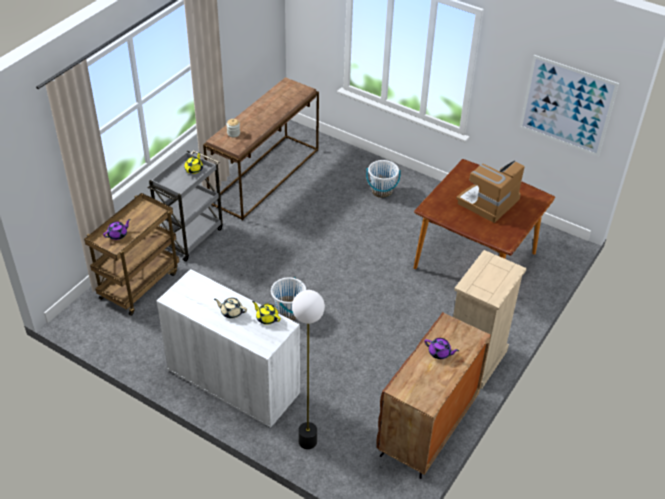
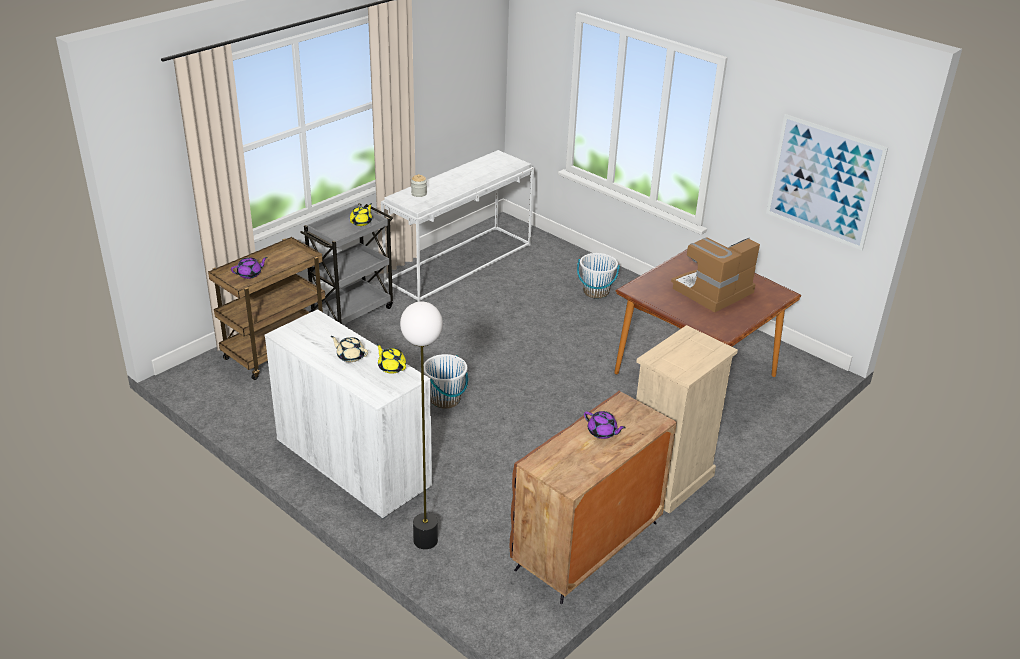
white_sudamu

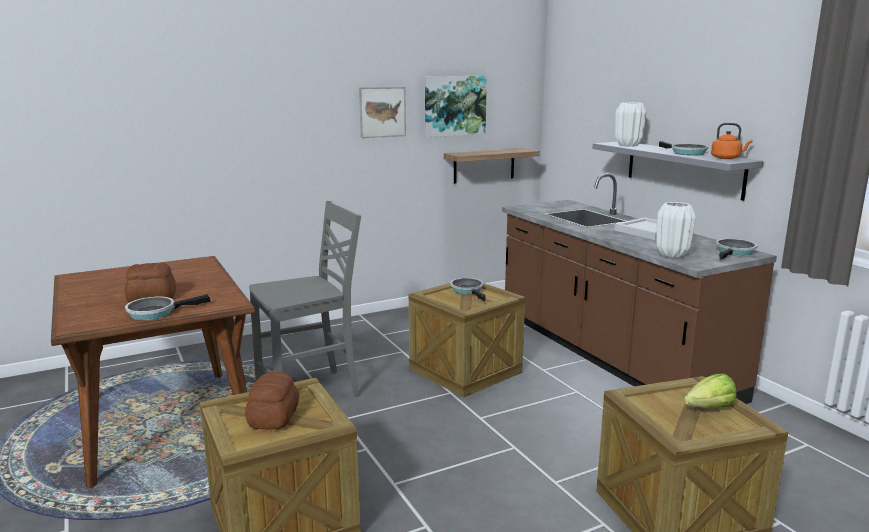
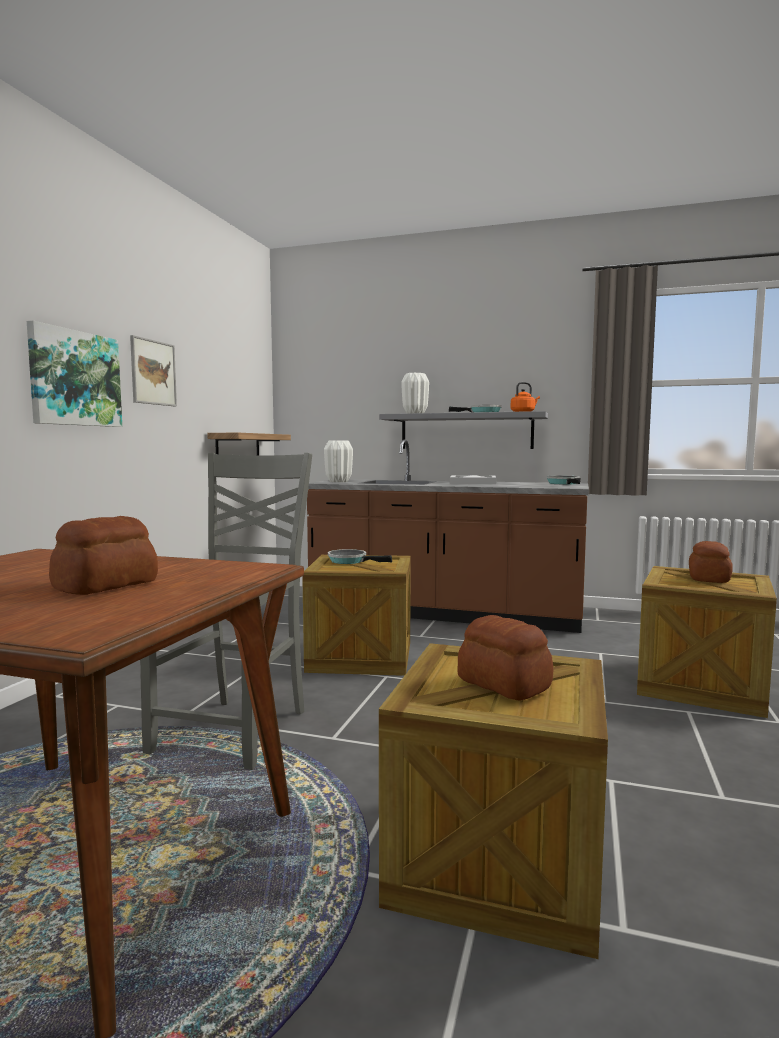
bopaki (no. 1 from left); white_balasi (no. 1 from left); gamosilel (no. 1 from left in the first image); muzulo (no. 3 from left)

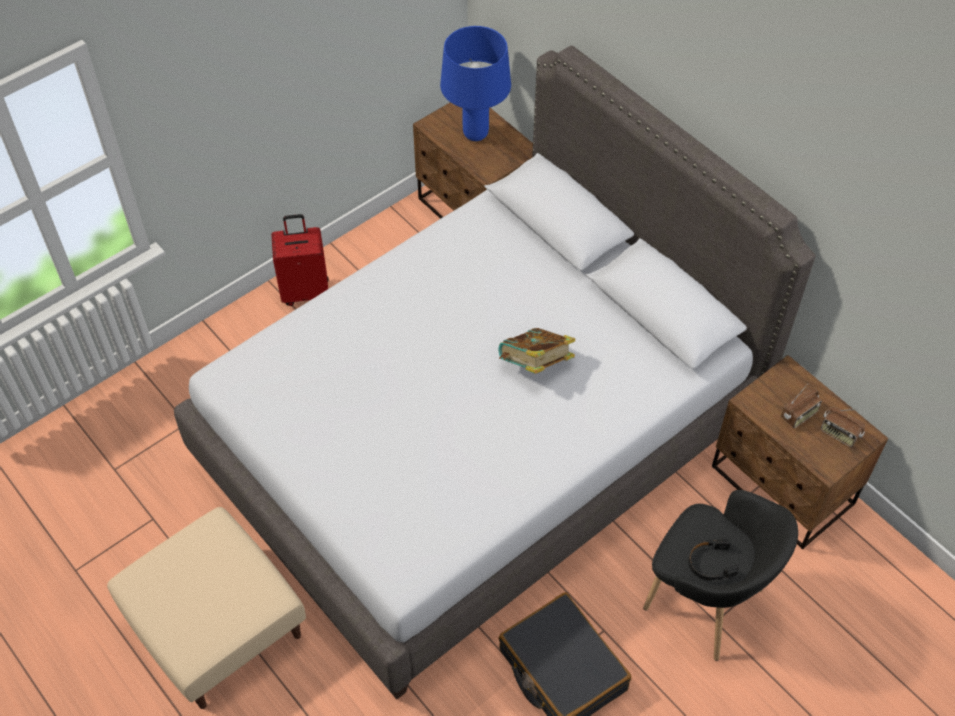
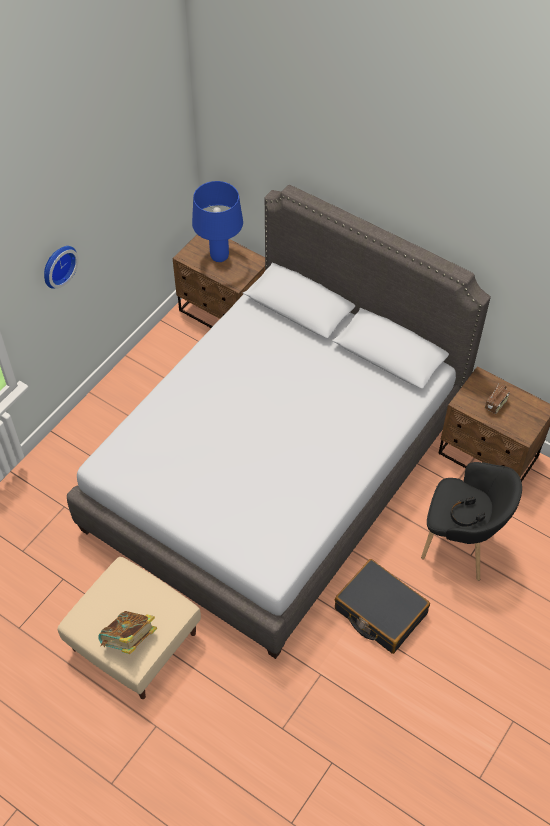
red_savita; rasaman; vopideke (no. 2 from left in the first image); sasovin

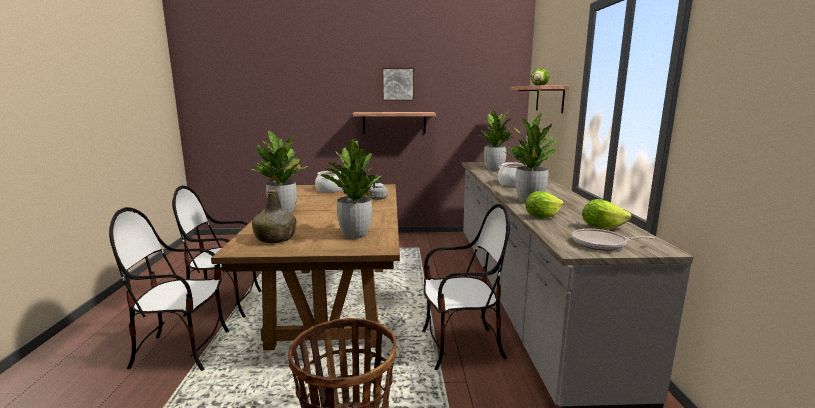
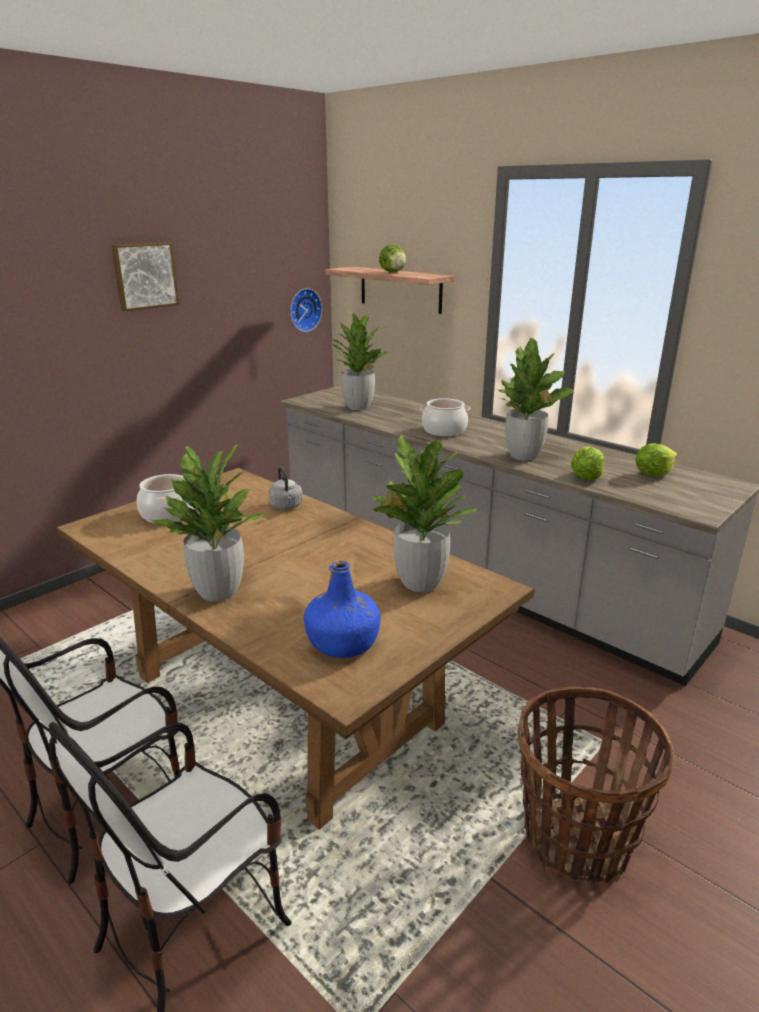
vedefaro (no. 1 from left in the first image); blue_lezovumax; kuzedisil (no. 3 from left in the first image); gamosilel; sasovin

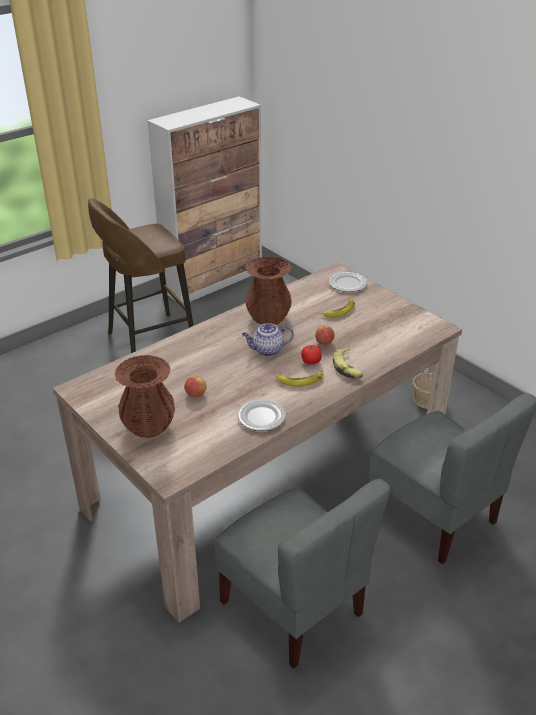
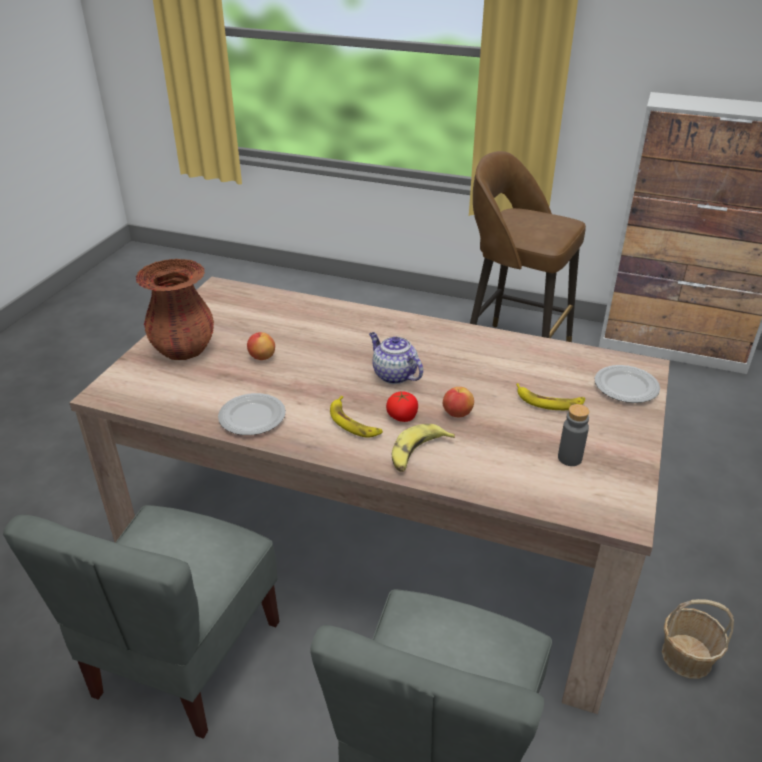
brown_balasi (no. 2 from left in the first image); grey_lezovumax

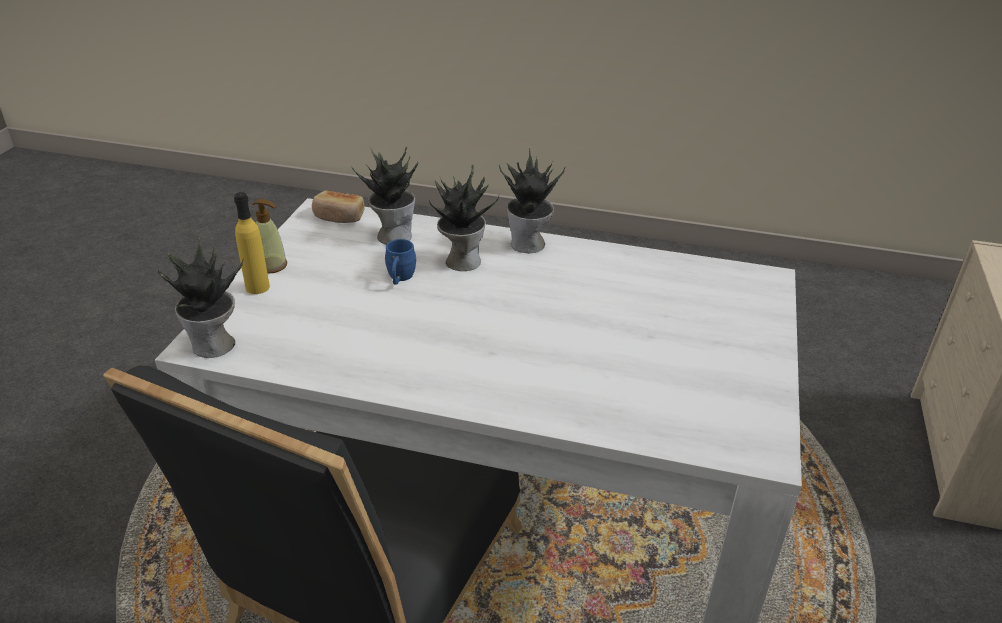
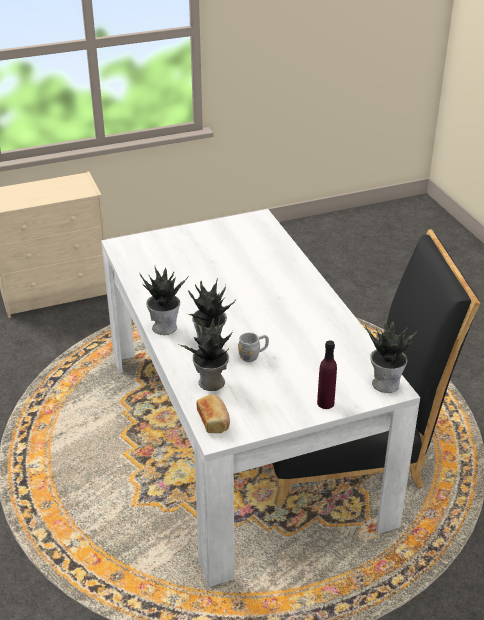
purple_lezovumax; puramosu; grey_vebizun

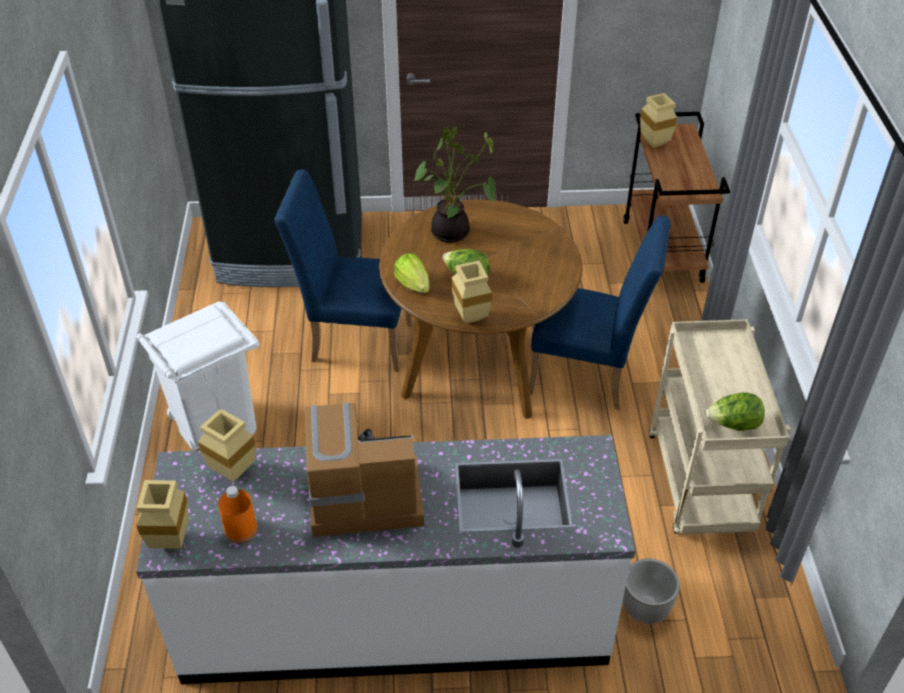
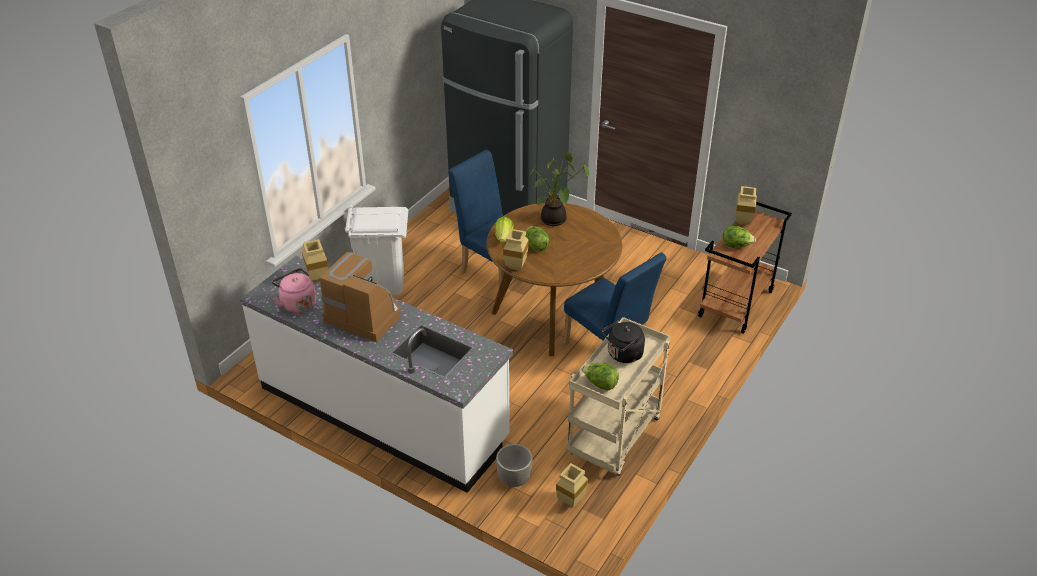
beige_balasi (no. 3 from left); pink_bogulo; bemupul (no. 4 from left); black_bogulo

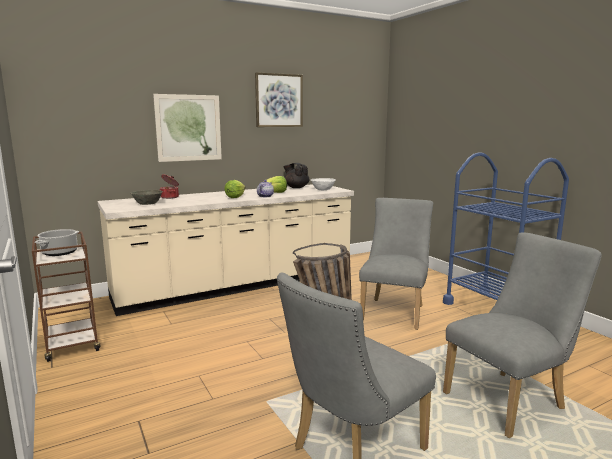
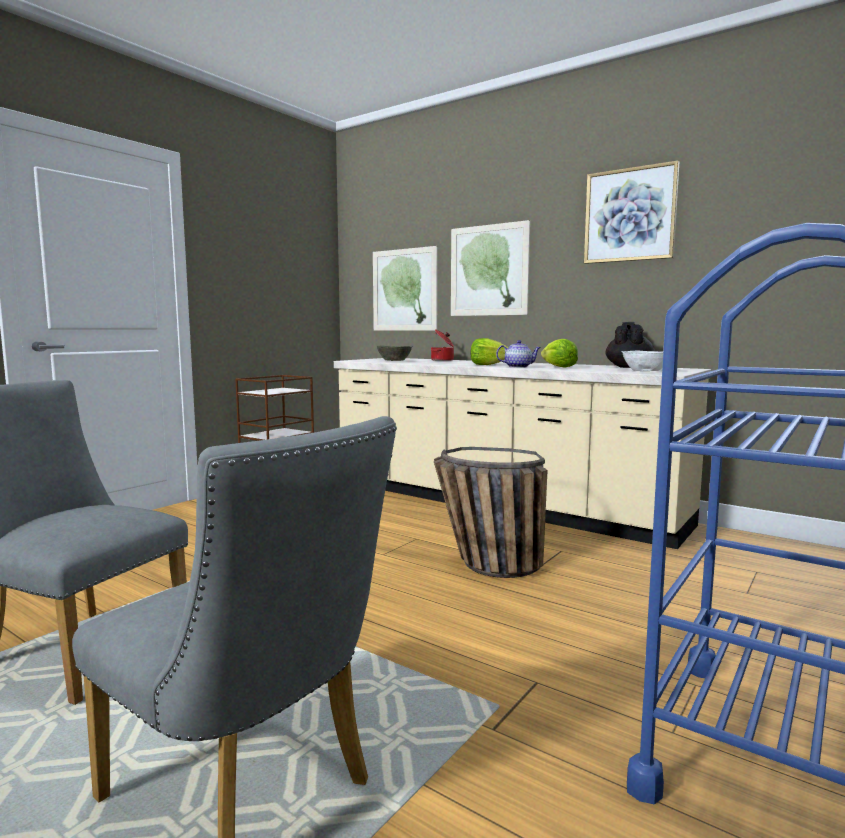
grey_kuzedisil (no. 2 from left in the first image); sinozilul (no. 1 from left in the first image); bopaki (no. 1 from left)

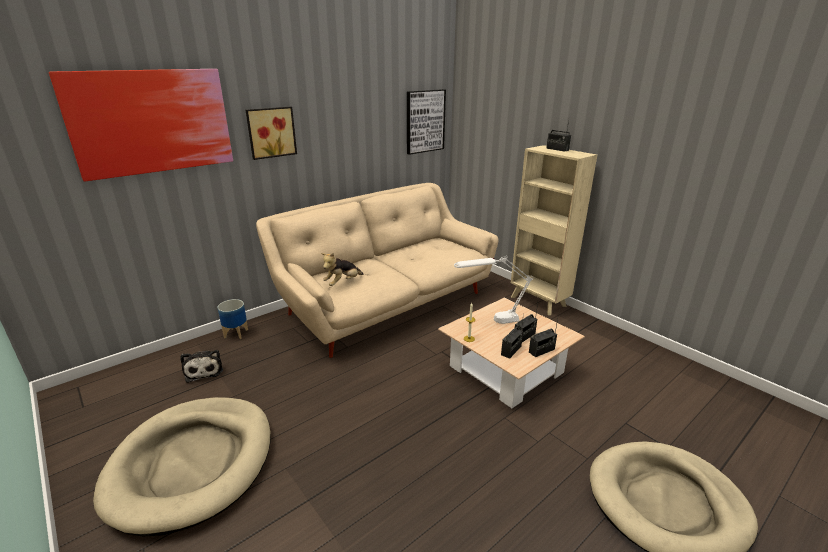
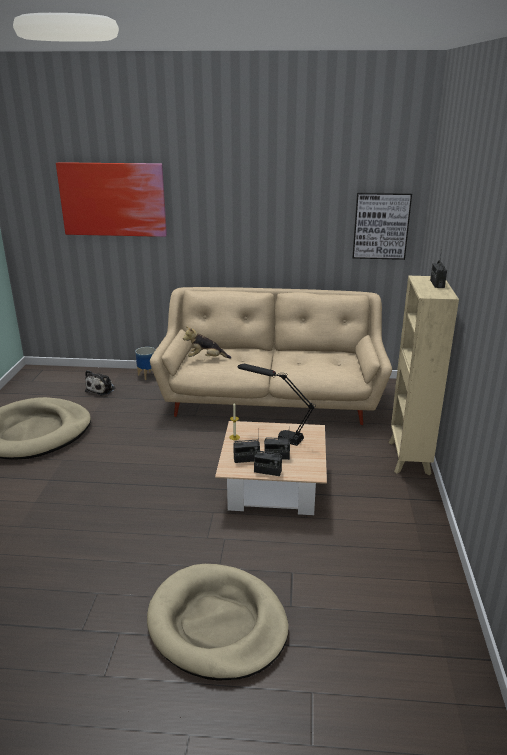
bopaki (no. 2 from left in the first image); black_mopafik

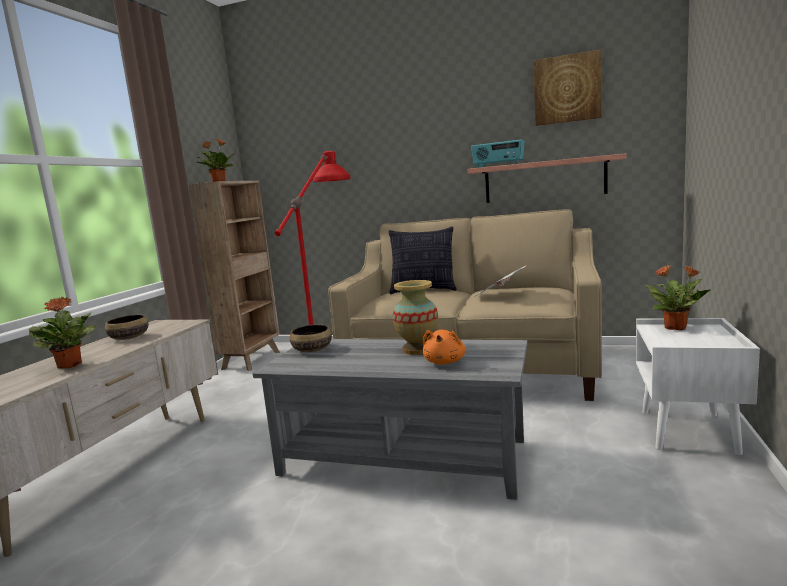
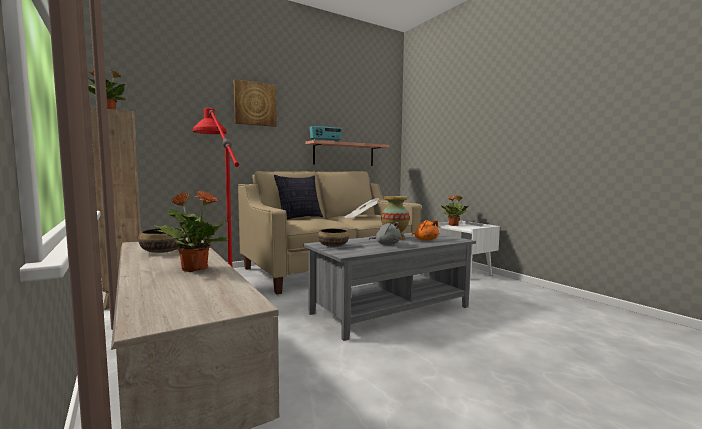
bopaki; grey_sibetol

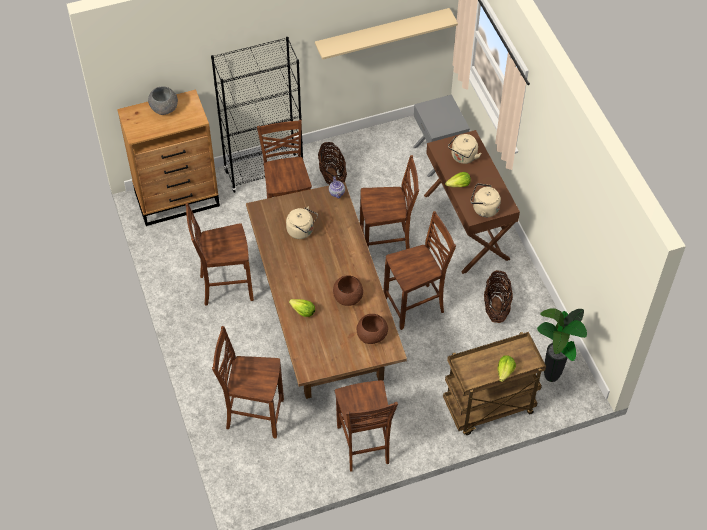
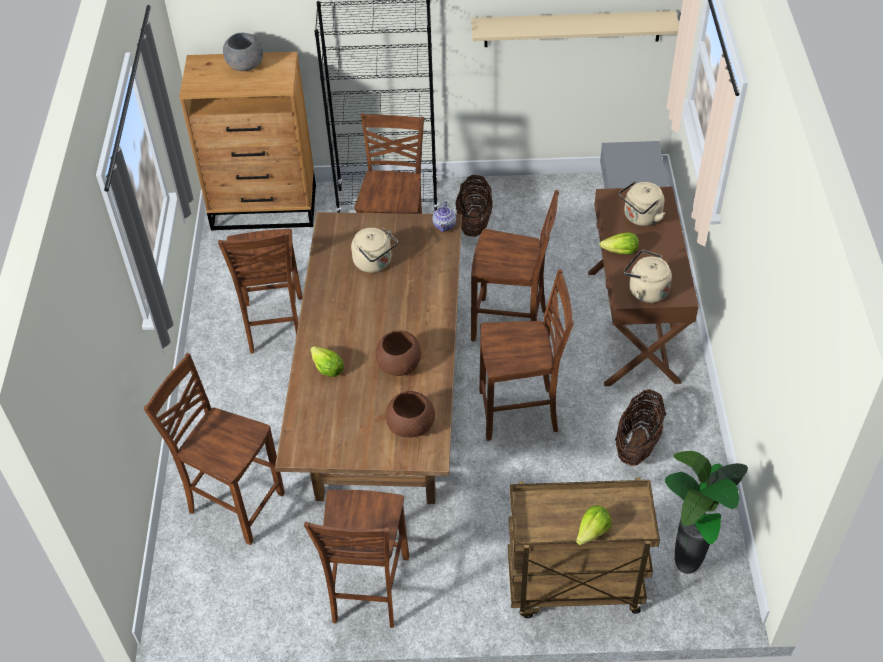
brown_kuzedisil (no. 2 from left)

